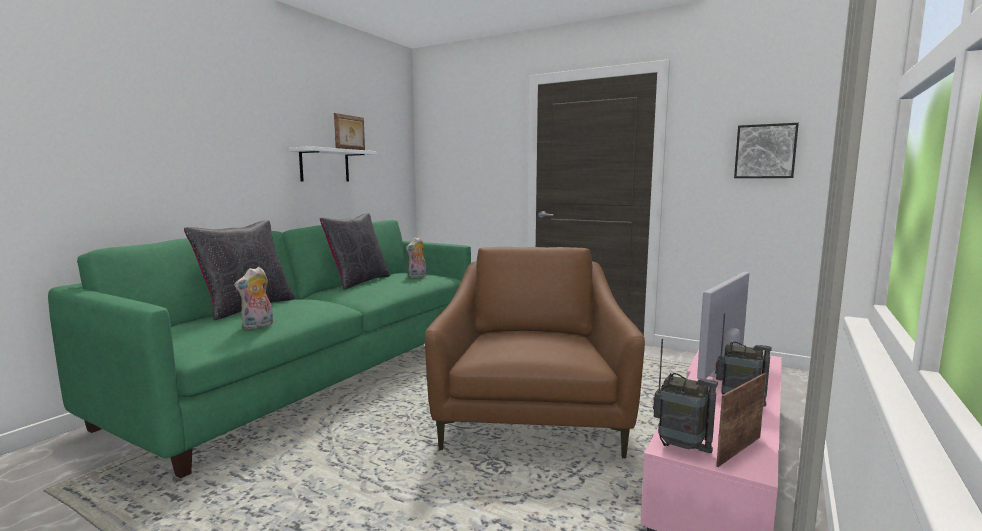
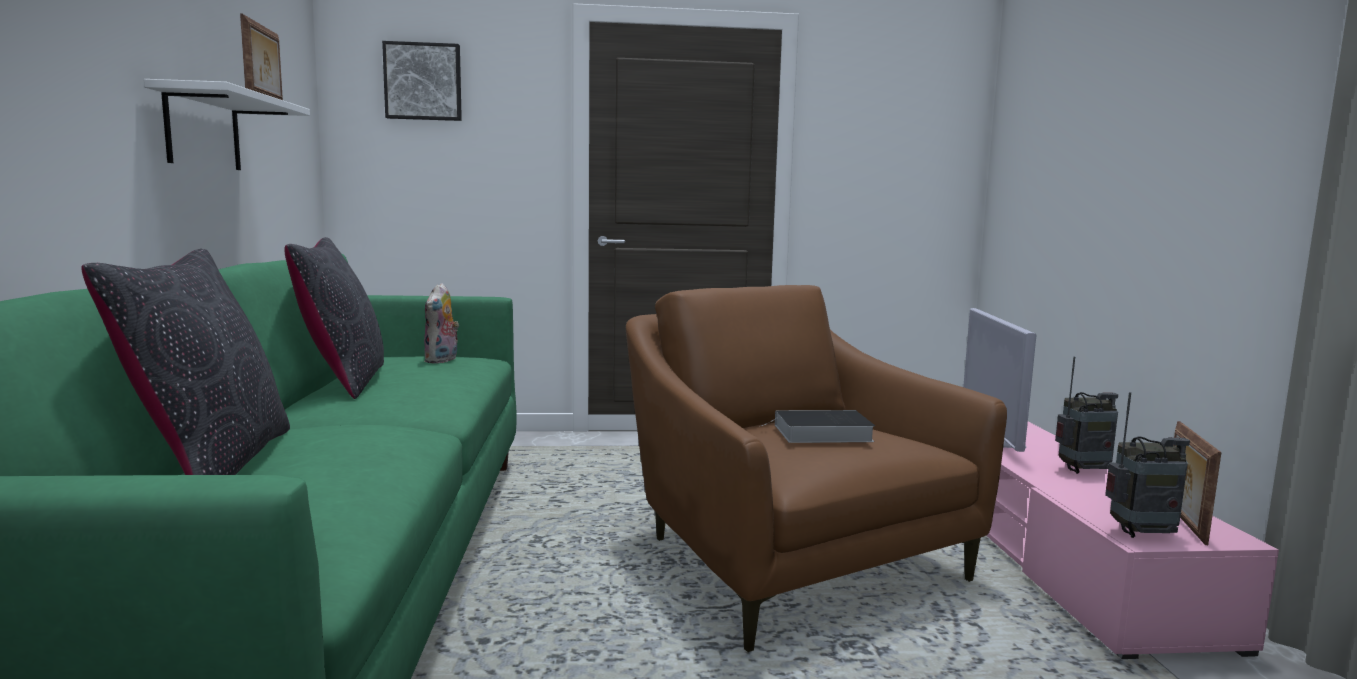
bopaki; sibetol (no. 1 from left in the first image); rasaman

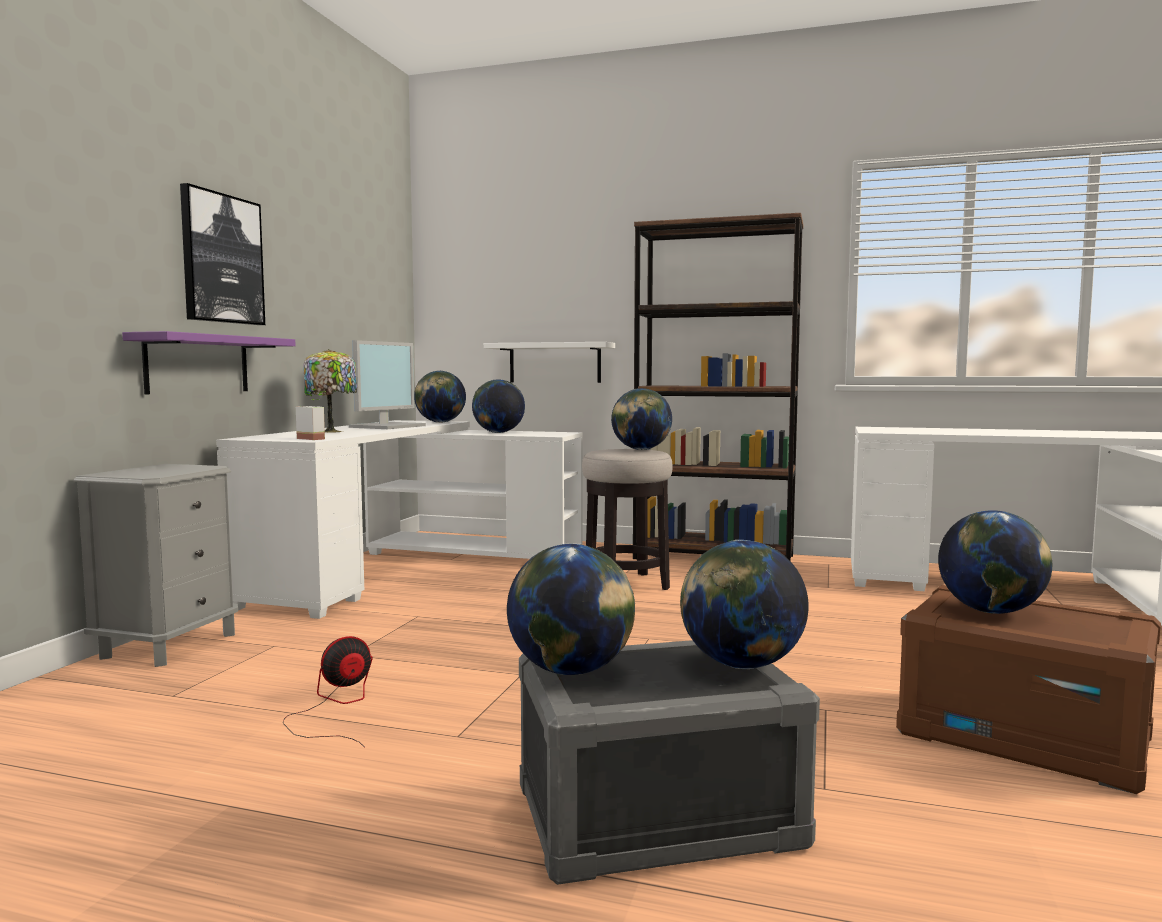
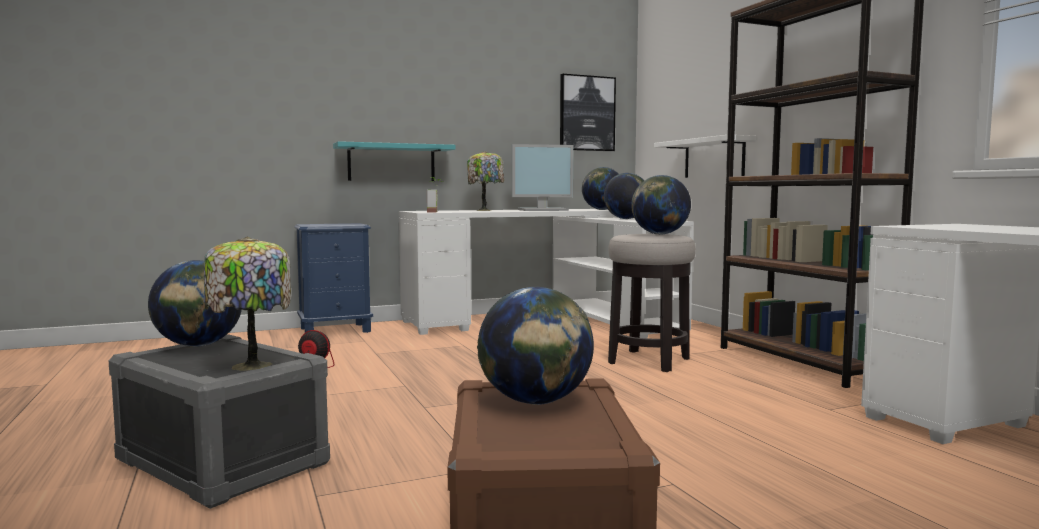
bopaki; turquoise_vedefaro; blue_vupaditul; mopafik (no. 1 from left)

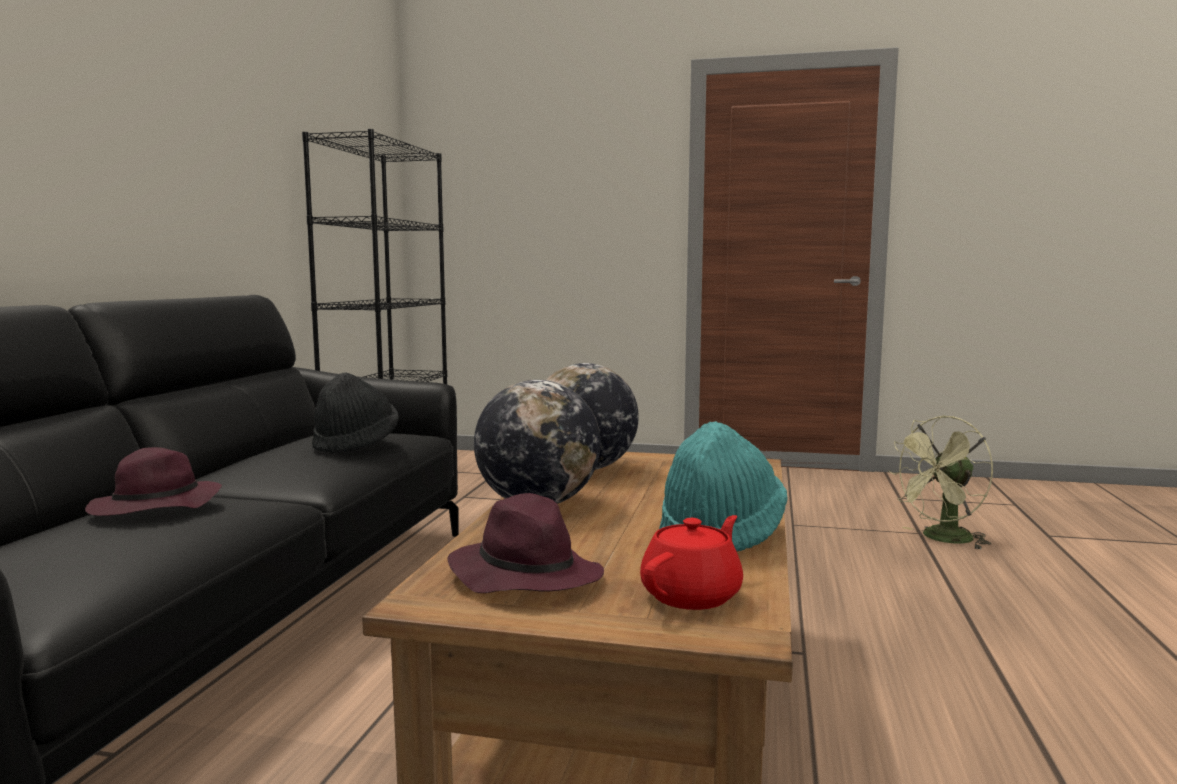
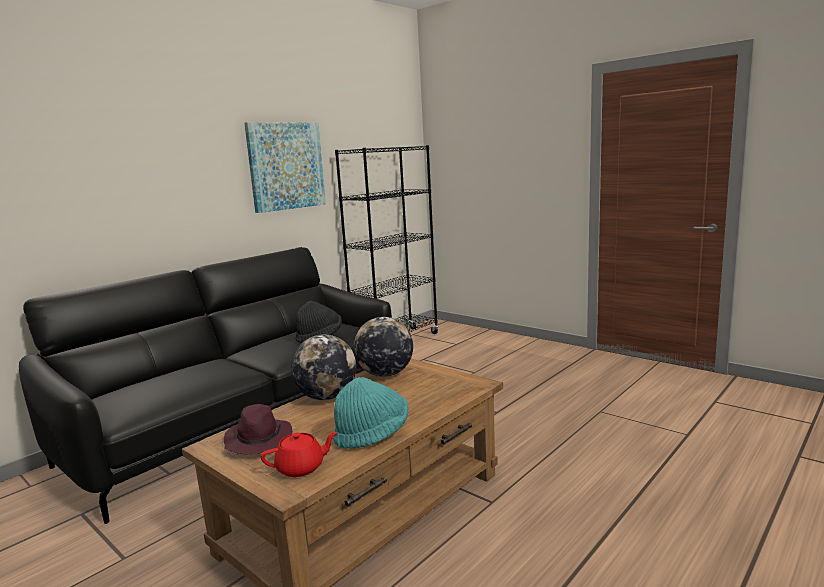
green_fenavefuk; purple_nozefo (no. 1 from left in the first image); bopaki

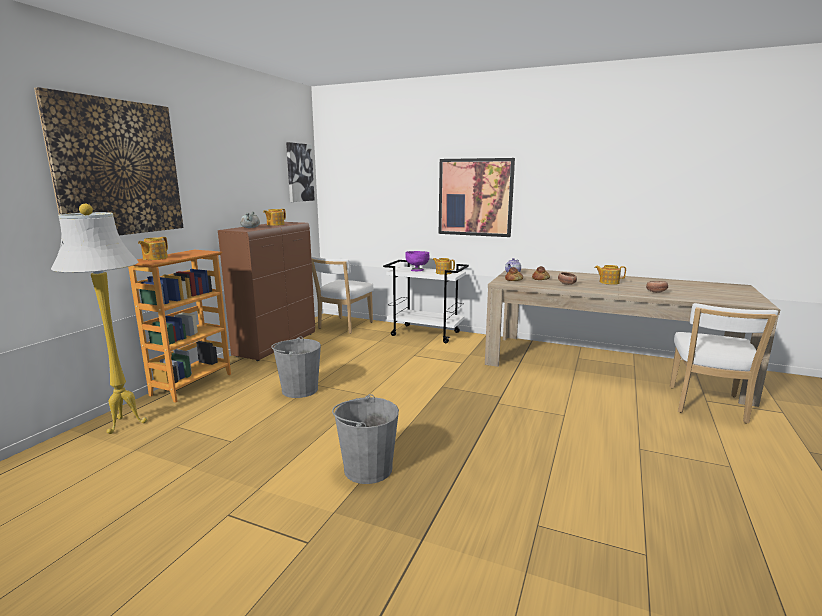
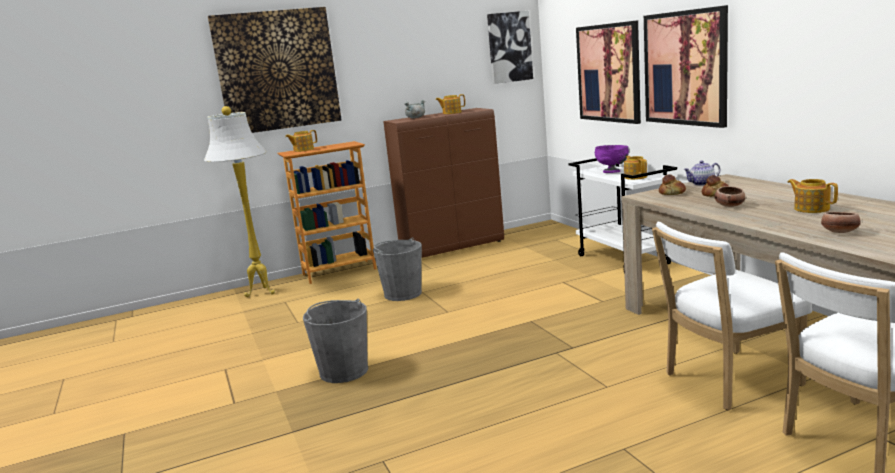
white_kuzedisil (no. 1 from left); bopaki (no. 3 from left)

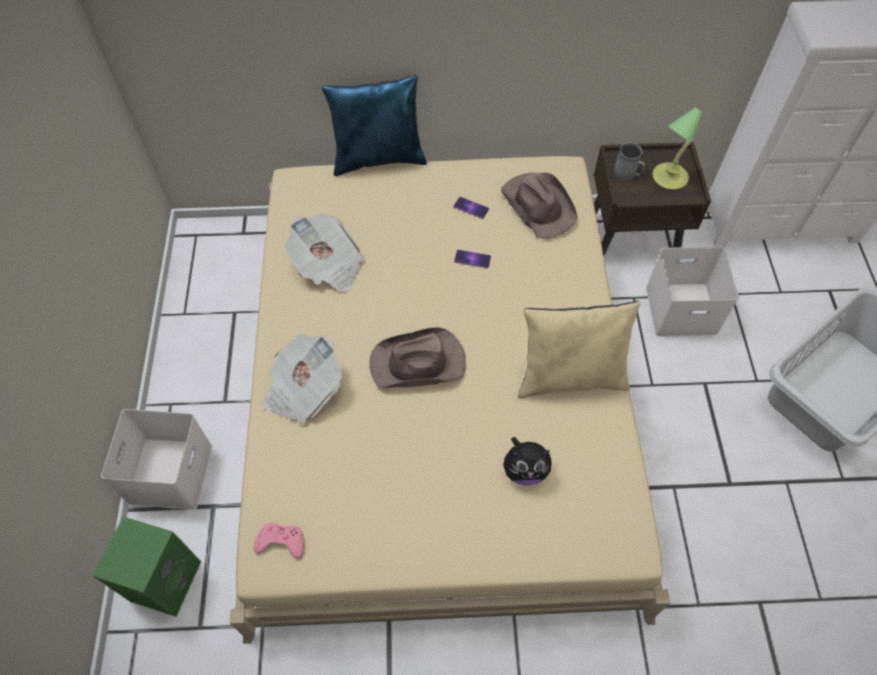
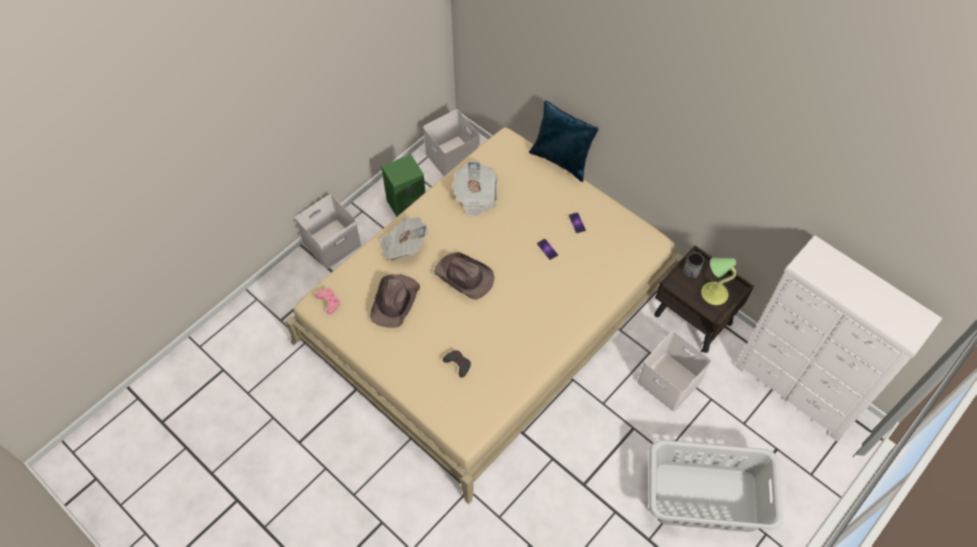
brown_nozefo (no. 1 from left); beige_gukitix; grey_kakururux; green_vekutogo; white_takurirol (no. 2 from left)

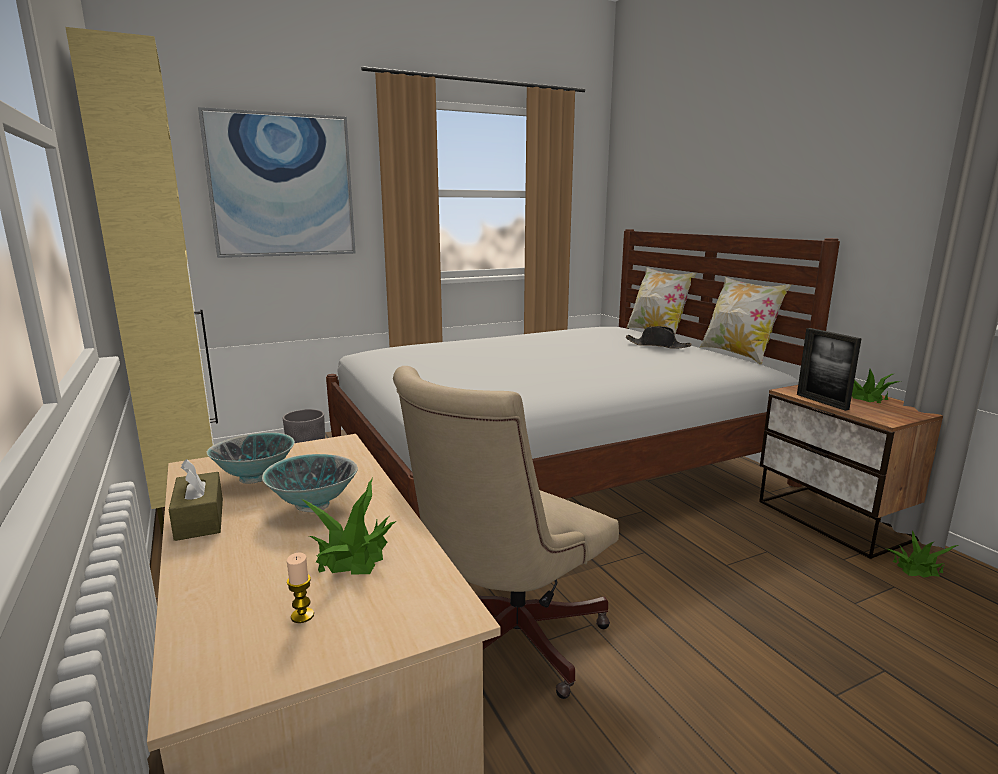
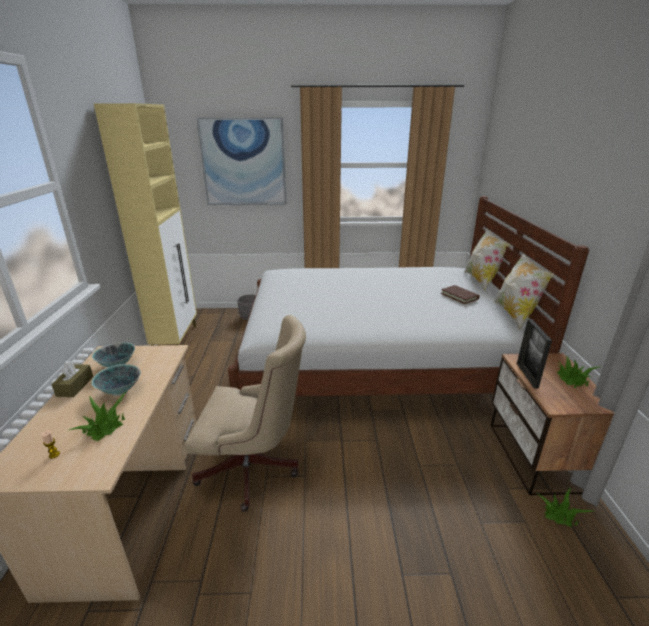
brown_rasaman; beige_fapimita

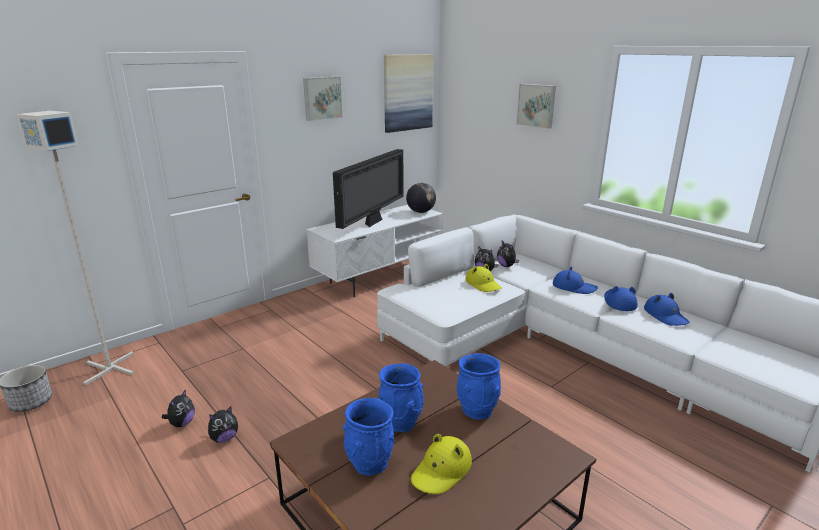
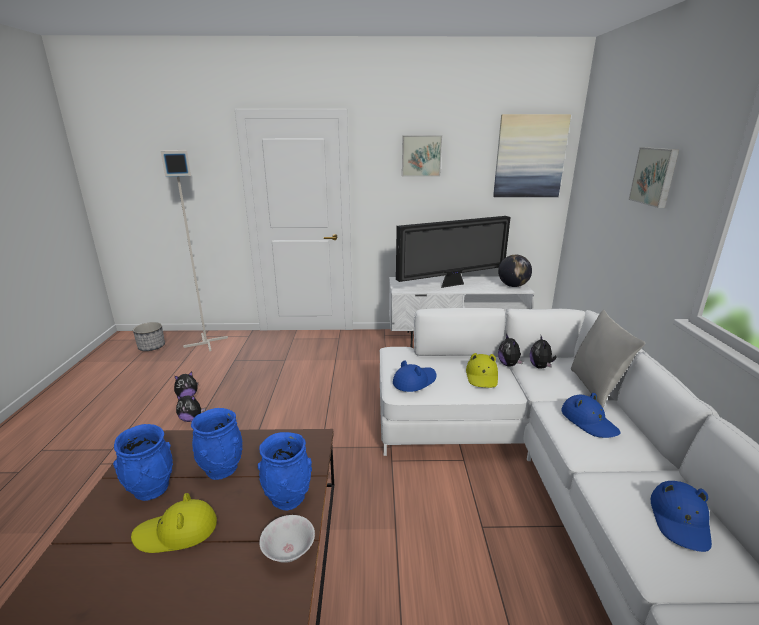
blue_nozefo (no. 1 from left); grey_gukitix; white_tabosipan

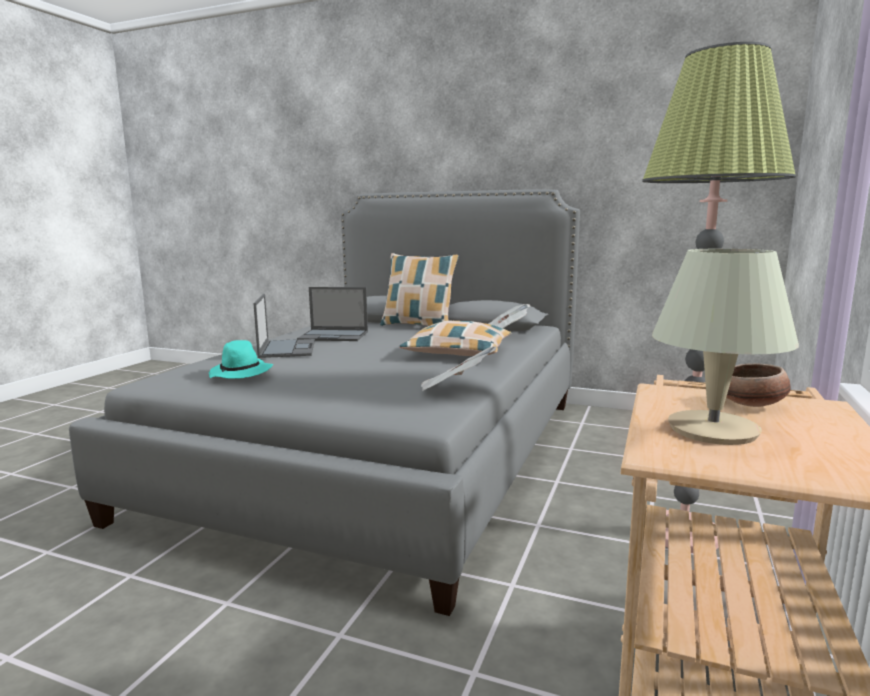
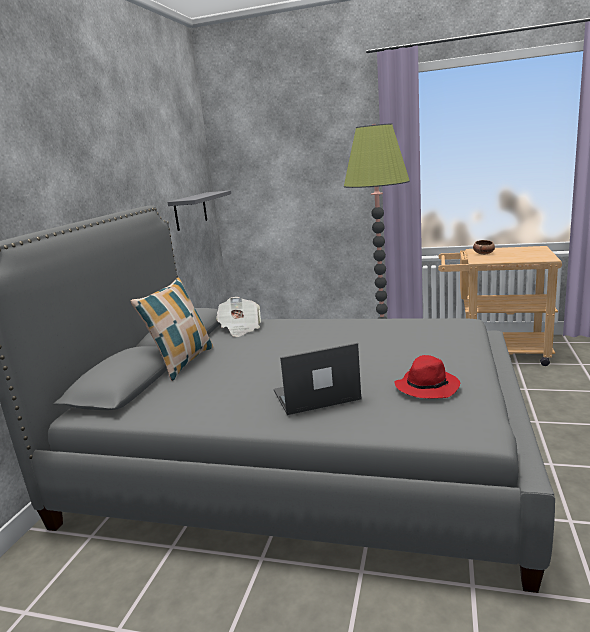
beige_mopafik; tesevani (no. 2 from left in the first image); gukitix (no. 2 from left in the first image); red_nozefo; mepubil (no. 1 from left in the first image); grey_vedefaro

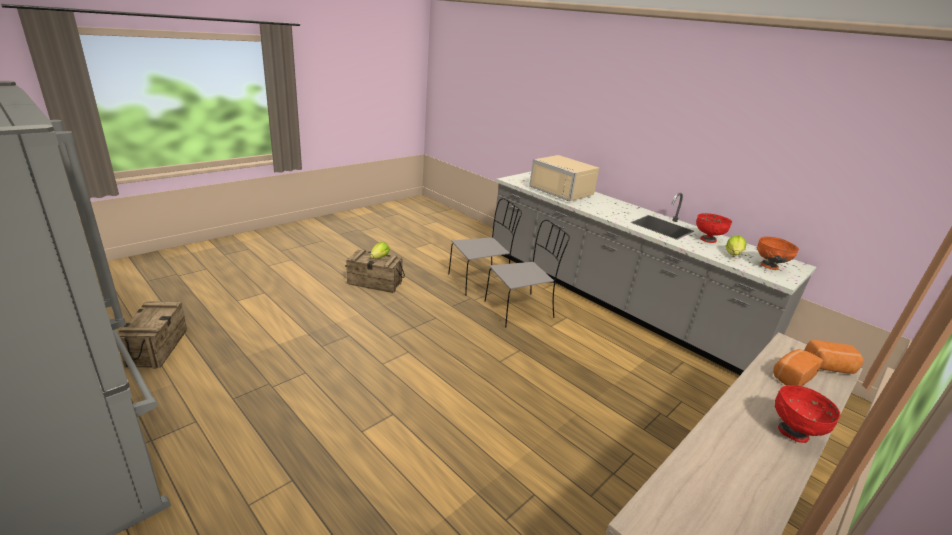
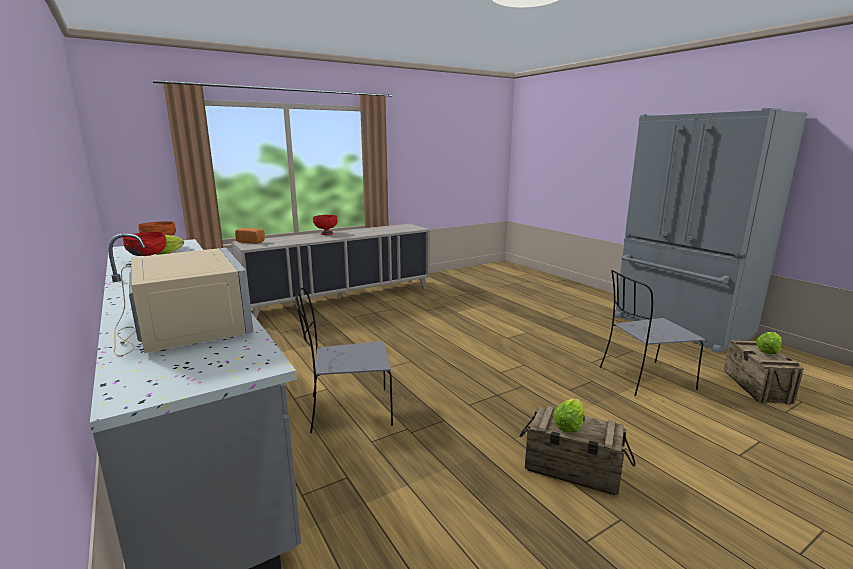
grey_kuzedisil (no. 2 from left); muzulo (no. 1 from left in the first image); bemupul (no. 3 from left)

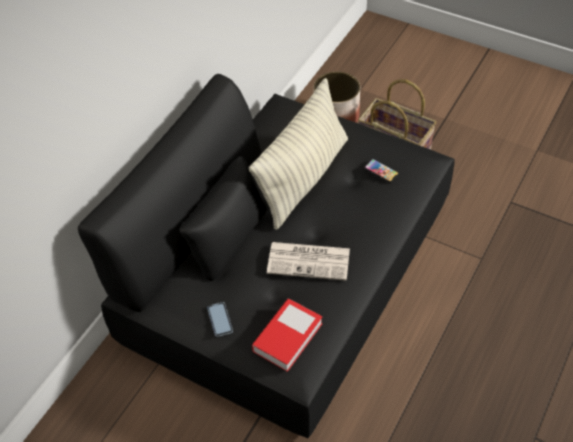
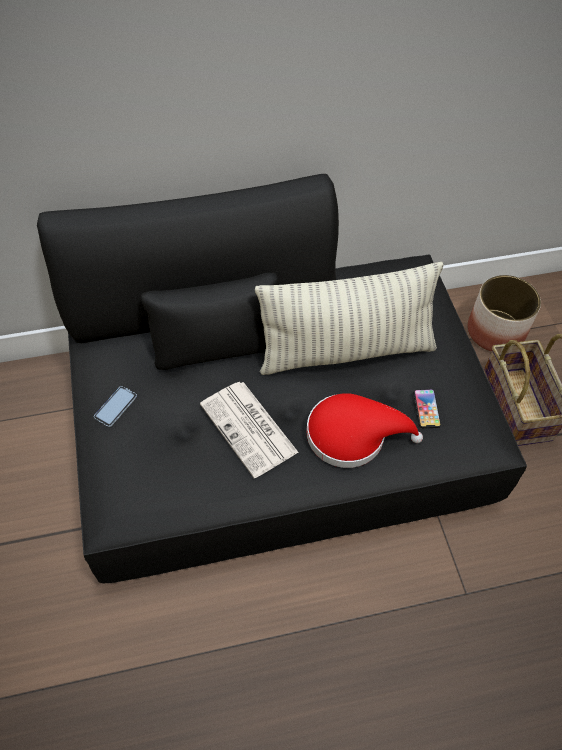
rasaman; red_nozefo

